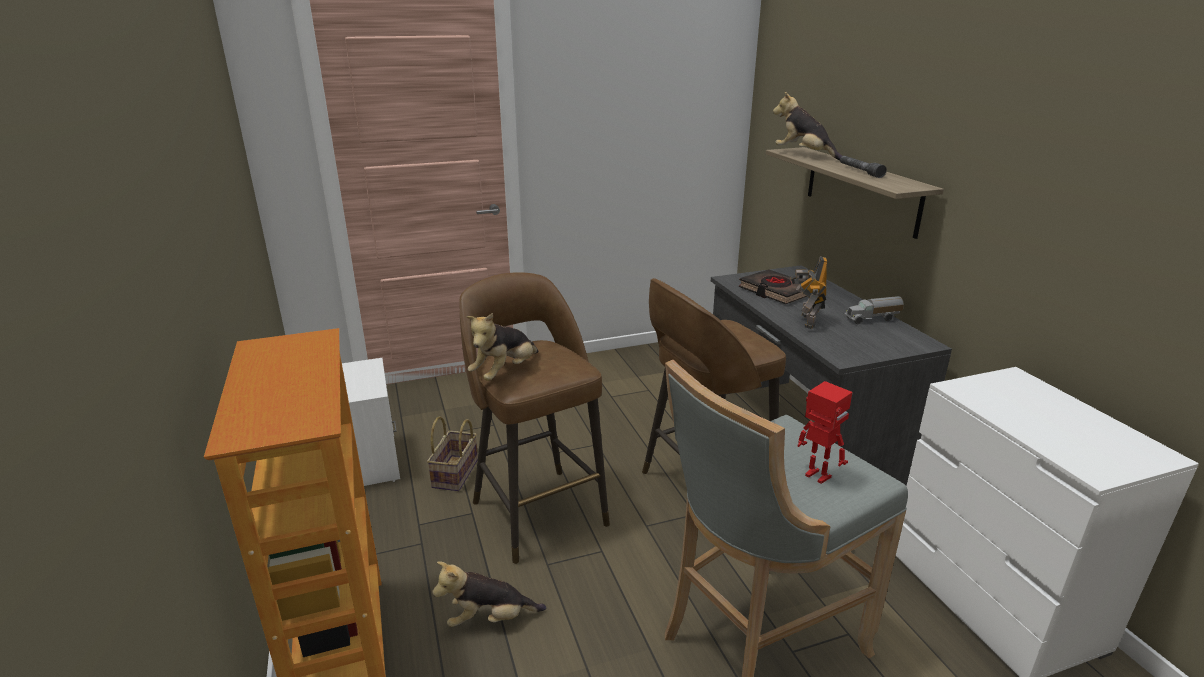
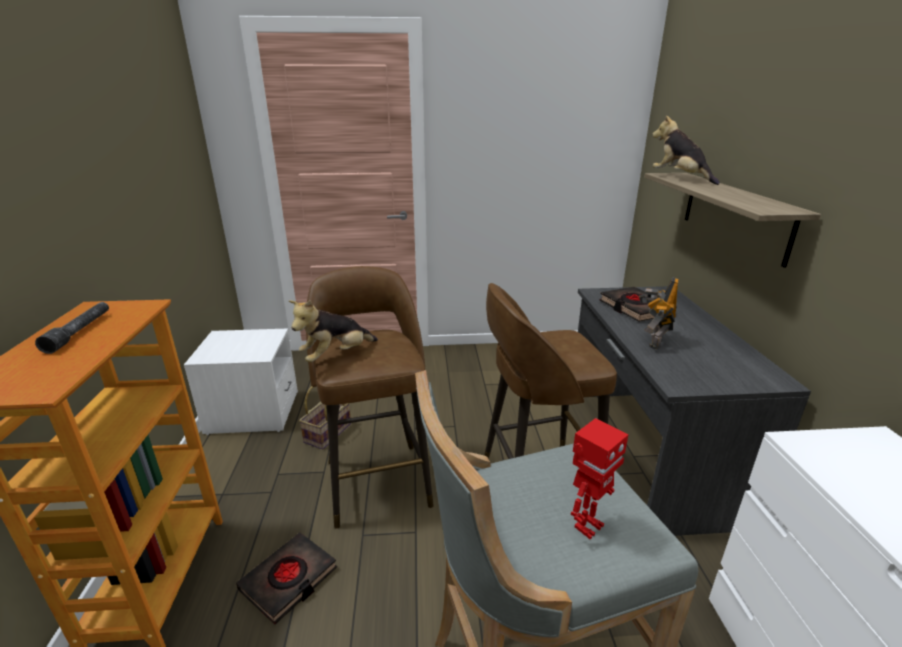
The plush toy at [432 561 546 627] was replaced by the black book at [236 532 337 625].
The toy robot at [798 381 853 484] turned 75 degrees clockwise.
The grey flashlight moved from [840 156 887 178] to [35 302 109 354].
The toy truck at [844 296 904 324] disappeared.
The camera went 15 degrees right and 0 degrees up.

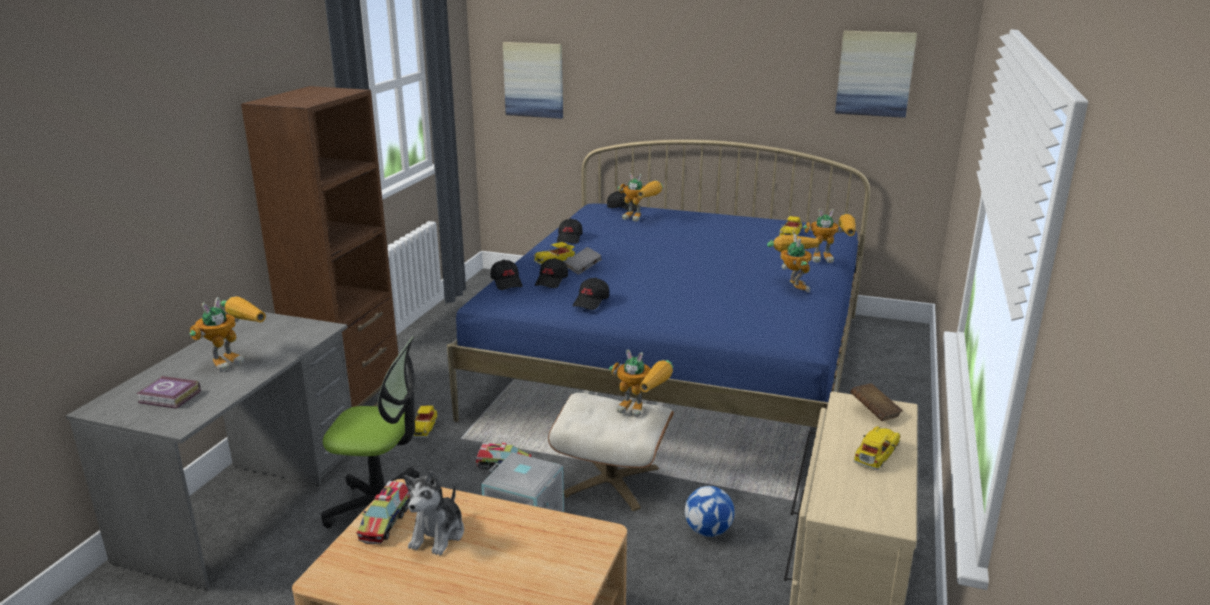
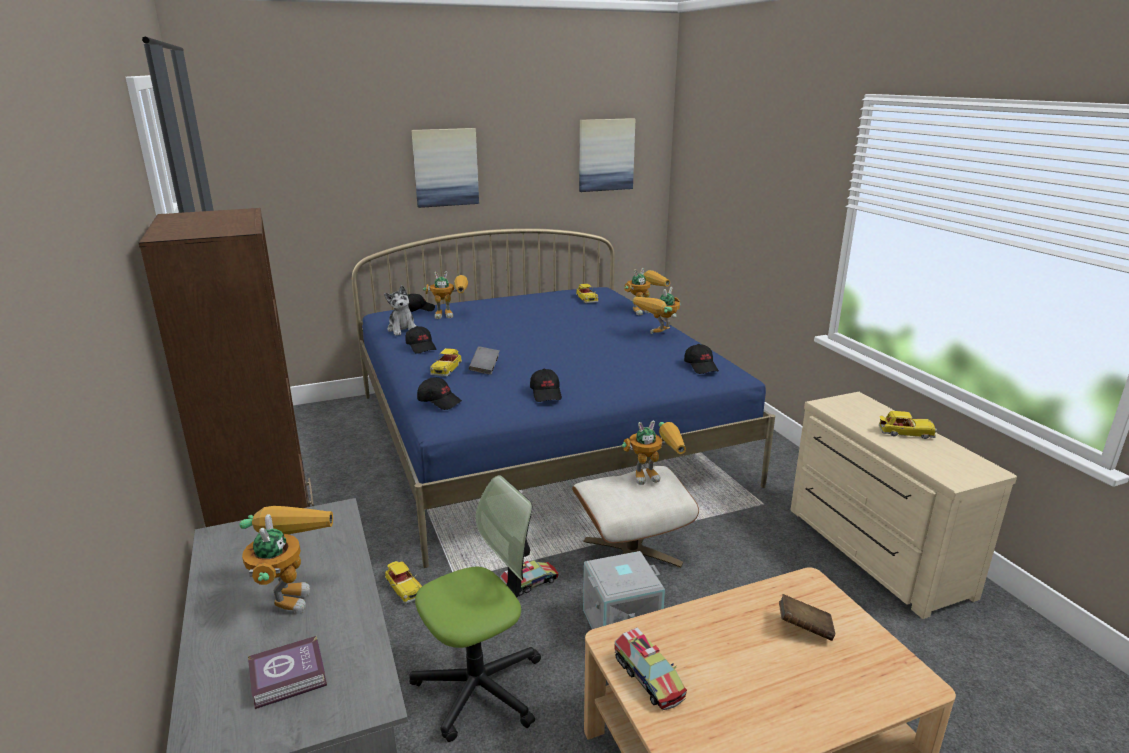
The plush toy moved from [404 471 464 555] to [384 285 416 336].
The picture moved from [503 42 563 119] to [411 128 479 208].
The black cap moved from [535 258 568 288] to [684 344 719 374].
The football at [685 486 735 537] disappeared.
The toy robot at [767 234 819 292] turned 90 degrees counterclockwise.
The brown book moved from [850 383 903 421] to [779 594 835 641].
The toy car at [853 426 900 470] turned 105 degrees clockwise.
The camera went 40 degrees left and 0 degrees up.

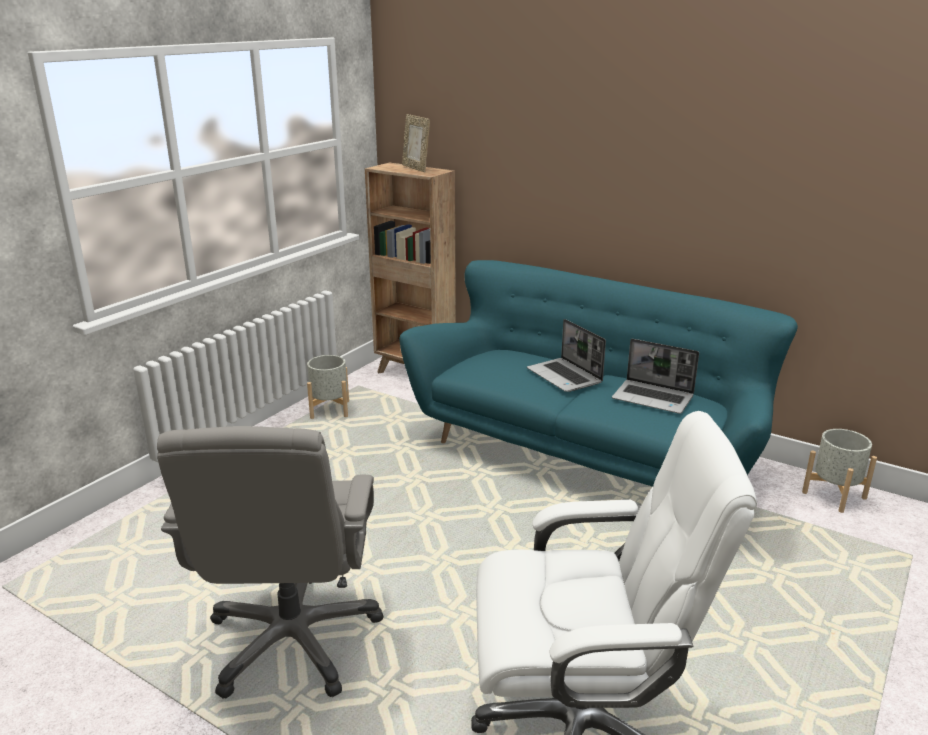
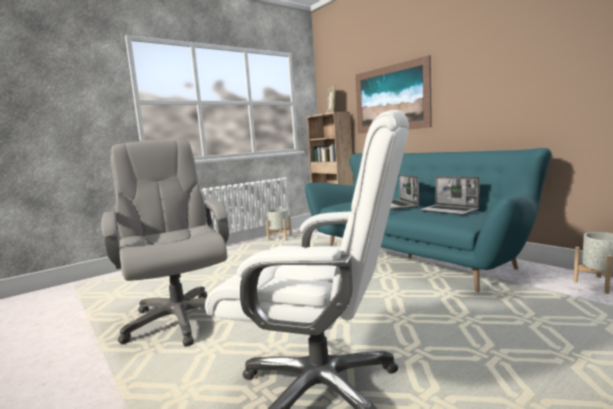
The grey office chair at [157 426 384 699] turned 135 degrees clockwise.
The picture at [355 55 432 134] appeared.
The camera went 20 degrees right and 15 degrees down.

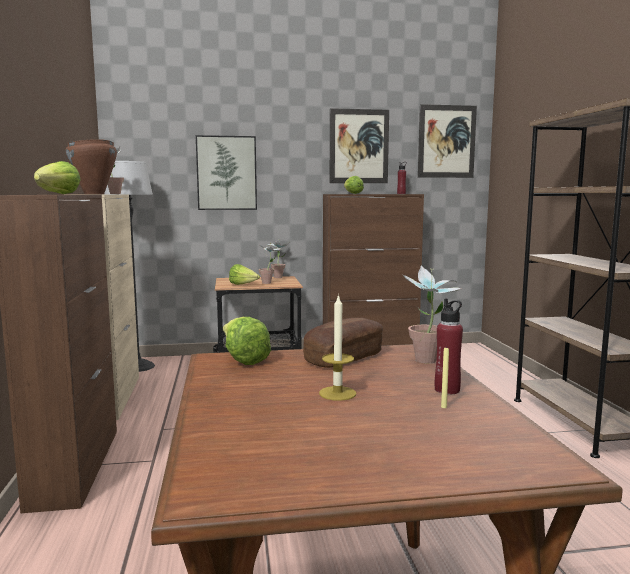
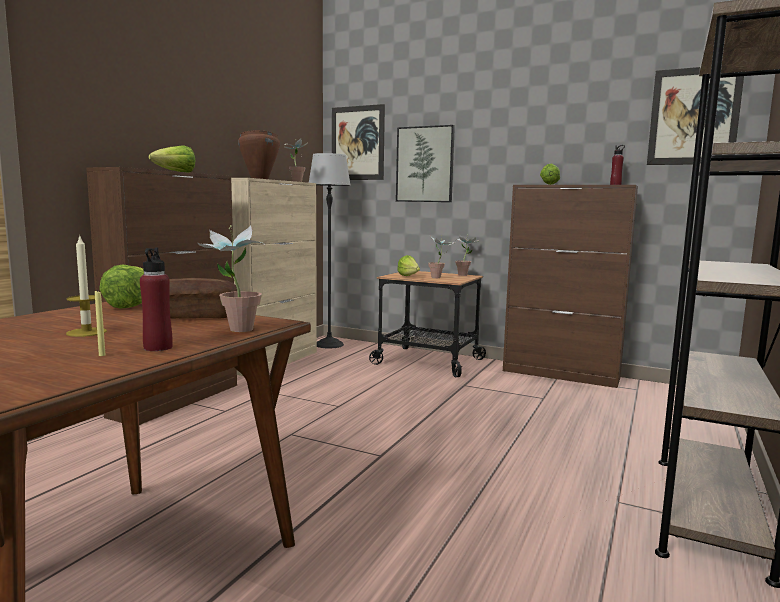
The picture moved from [330 108 389 183] to [332 104 385 180].
The camera went 35 degrees right and 0 degrees up.

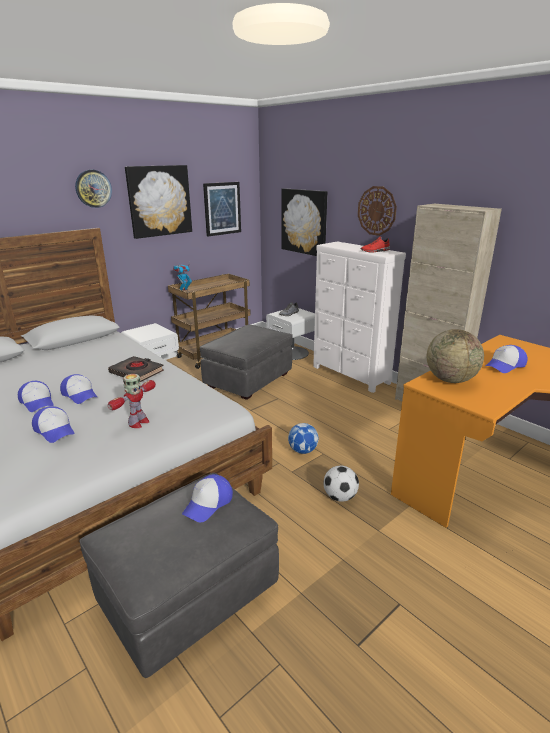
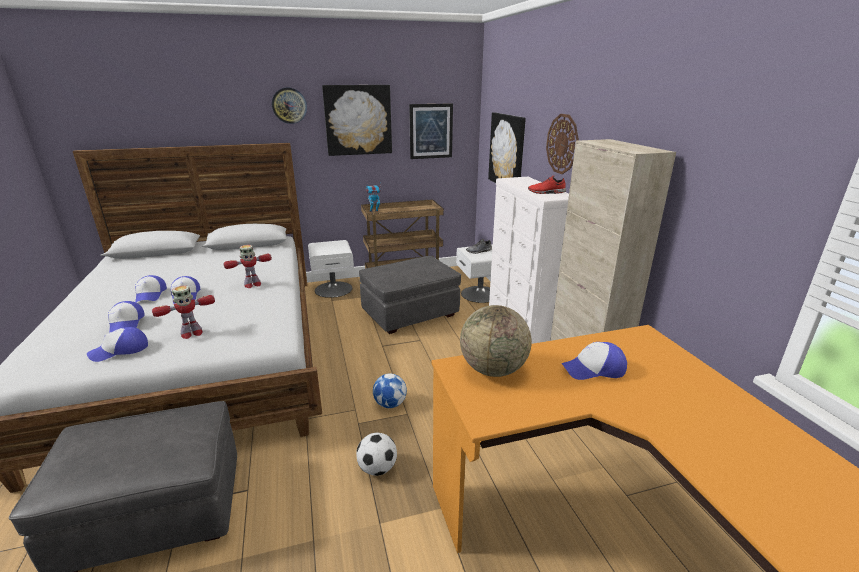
The black book at [108 356 164 382] was replaced by the toy robot at [223 245 272 288].
The cap moved from [182 474 233 522] to [87 327 148 362].
The camera went 25 degrees right and 0 degrees up.

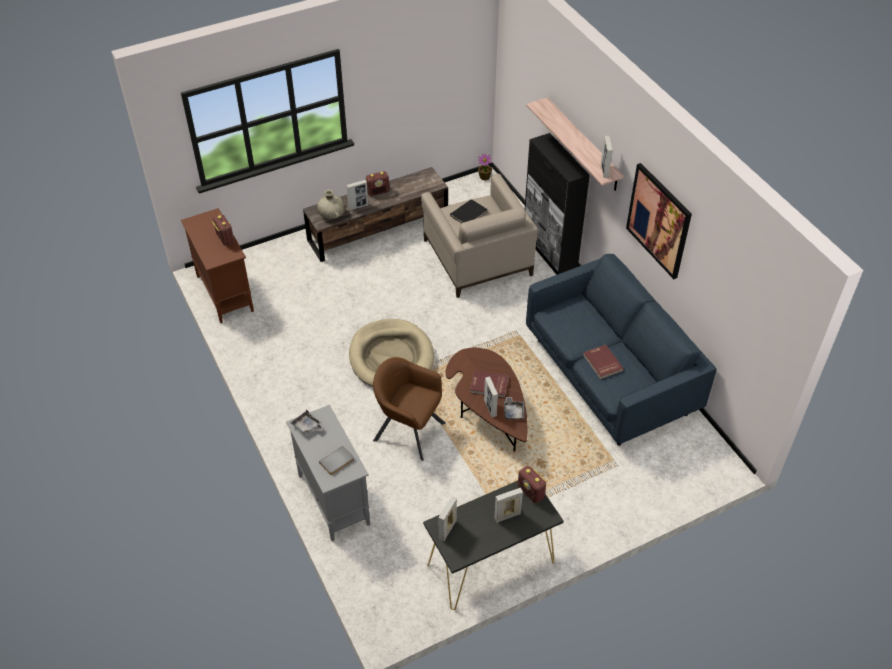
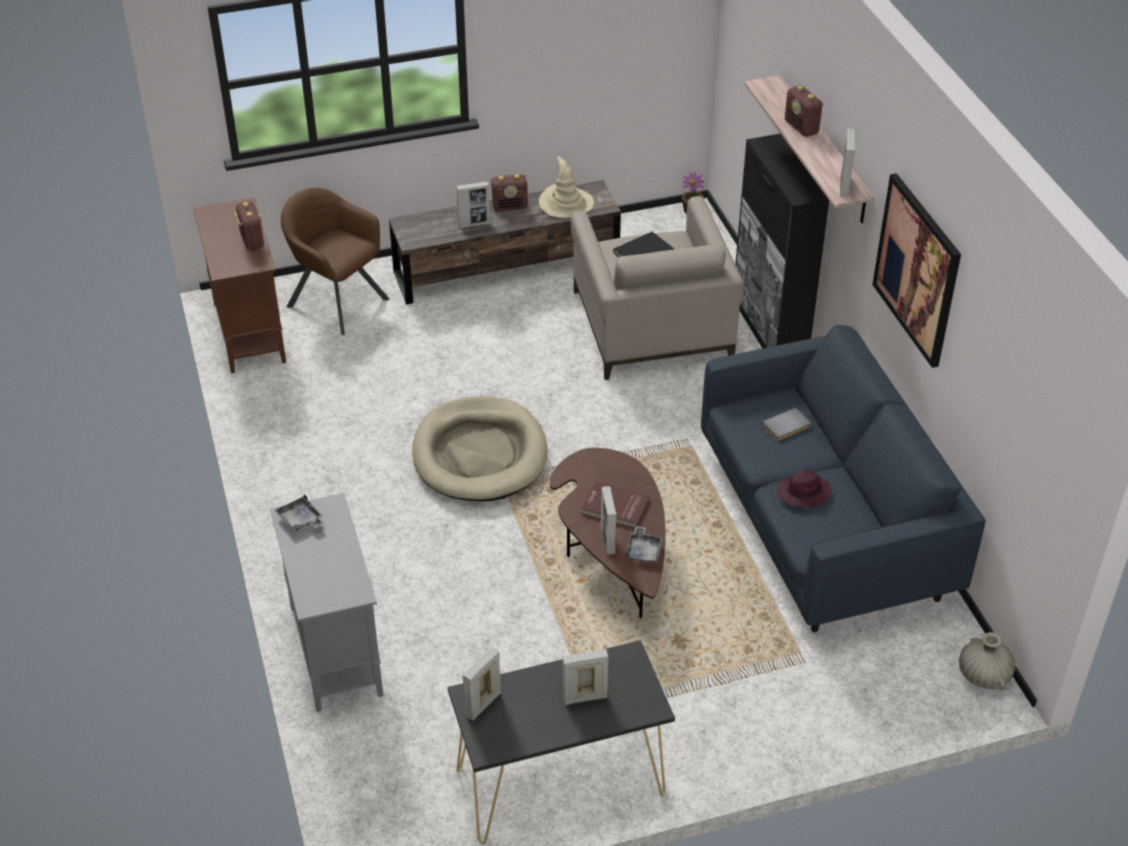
The beige vase moved from [317 189 345 219] to [959 632 1016 690].
The grey book moved from [319 446 354 475] to [762 408 811 441].
The brown armchair moved from [373 357 446 461] to [281 188 390 335].
The radio moved from [518 466 547 504] to [785 85 824 137].
The red book at [583 345 624 379] was replaced by the purple hat at [777 469 832 507].
The beige hat at [539 156 594 218] appeared.
The camera went 10 degrees right and 5 degrees down.

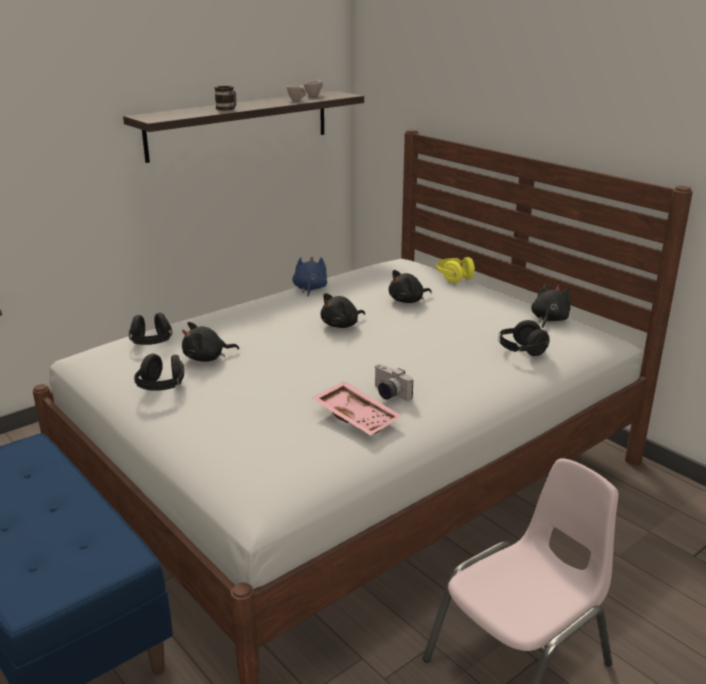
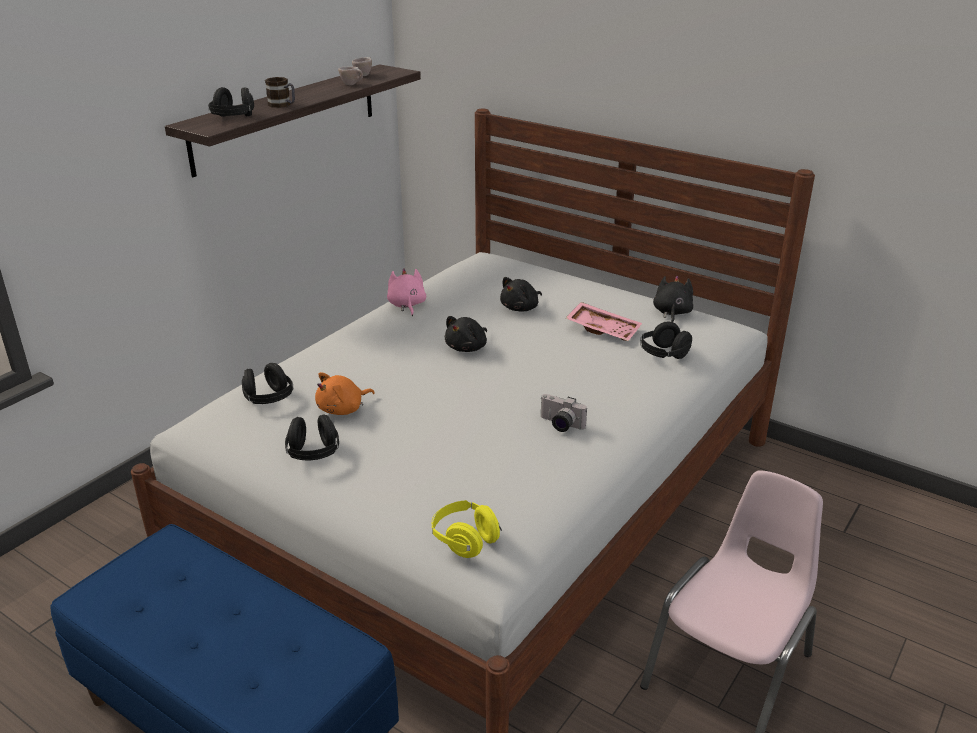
The black plush toy at [182 322 239 362] became the orange plush toy at [315 372 375 415].
The blue plush toy at [292 257 327 297] became the pink plush toy at [387 268 426 316].
The pink tray moved from [313 381 402 436] to [566 302 642 341].
The yellow headphones moved from [436 257 476 283] to [432 500 502 558].
The black headphones at [208 87 254 117] appeared.
The camera went 15 degrees left and 5 degrees up.

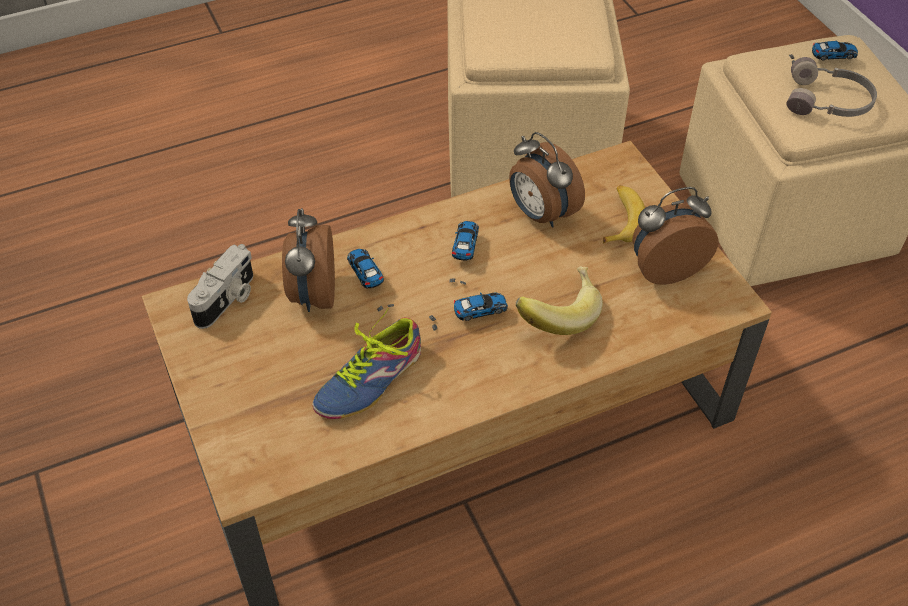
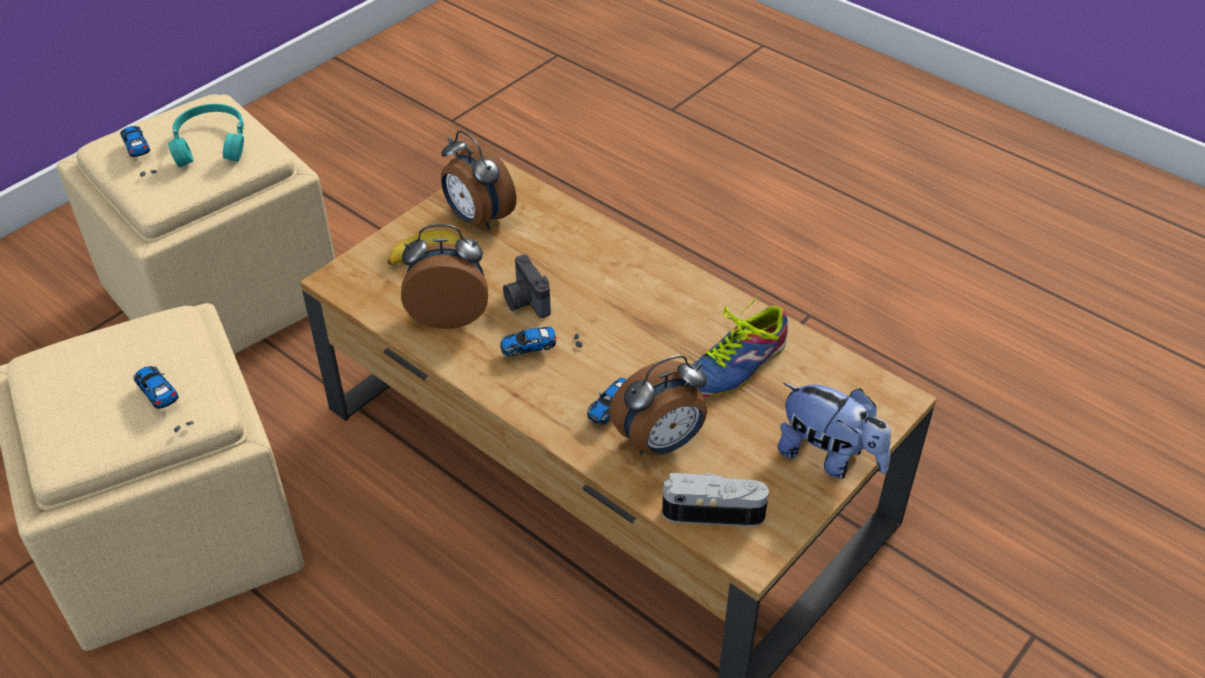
The shoe at [312 308 421 419] turned 120 degrees clockwise.
The toy car moved from [429 292 508 331] to [133 366 194 433].
The alarm clock at [509 132 585 227] turned 120 degrees counterclockwise.
The banana at [516 267 603 335] disappeared.
The grey headphones at [787 57 877 117] became the turquoise headphones at [168 104 244 167].
The photo camera at [503 254 551 318] appeared.
The plush toy at [778 383 891 479] appeared.
The camera went 115 degrees left and 5 degrees down.

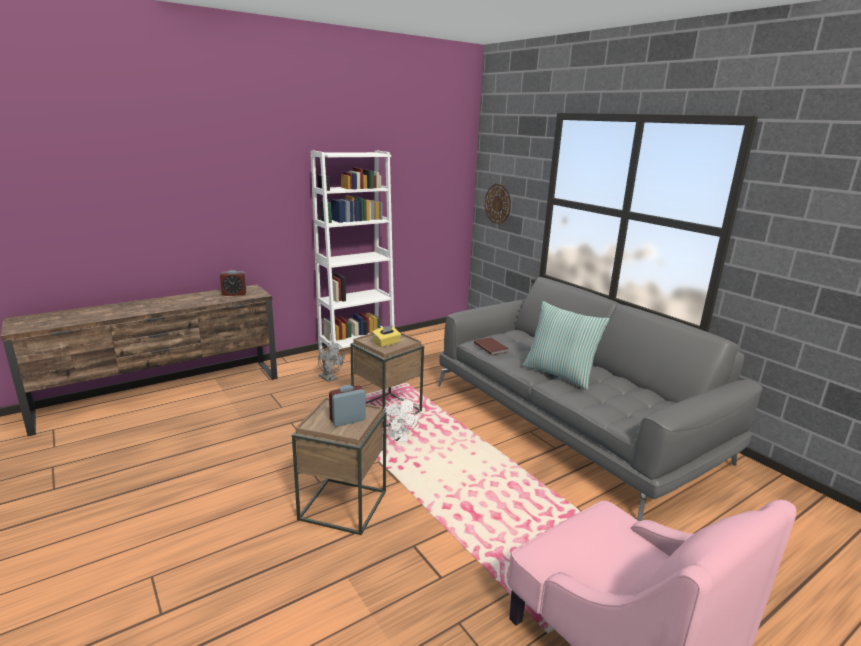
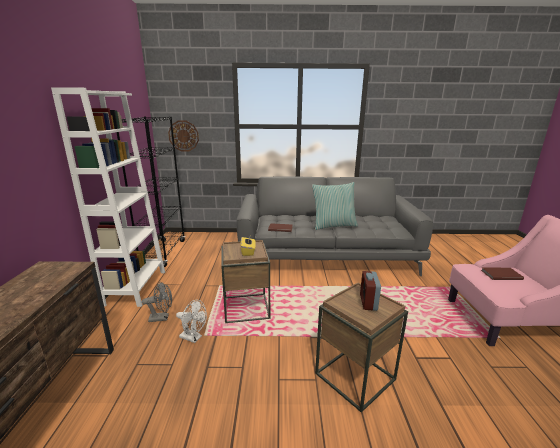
The alarm clock at [220 270 246 296] disappeared.
The white fan moved from [383 397 421 442] to [176 300 207 343].
The black bookcase at [116 116 185 267] appeared.
The brown book at [481 267 524 280] appeared.
The camera went 55 degrees left and 0 degrees up.

